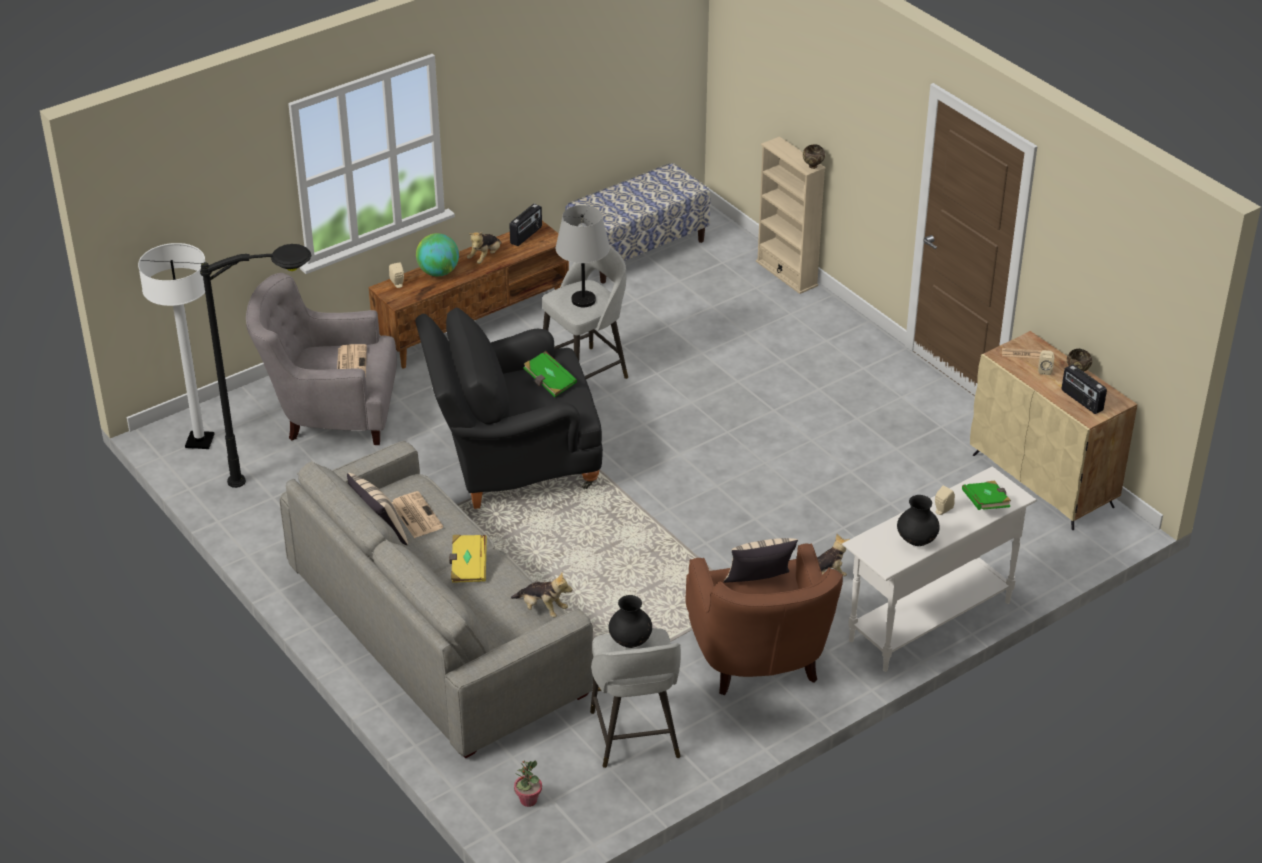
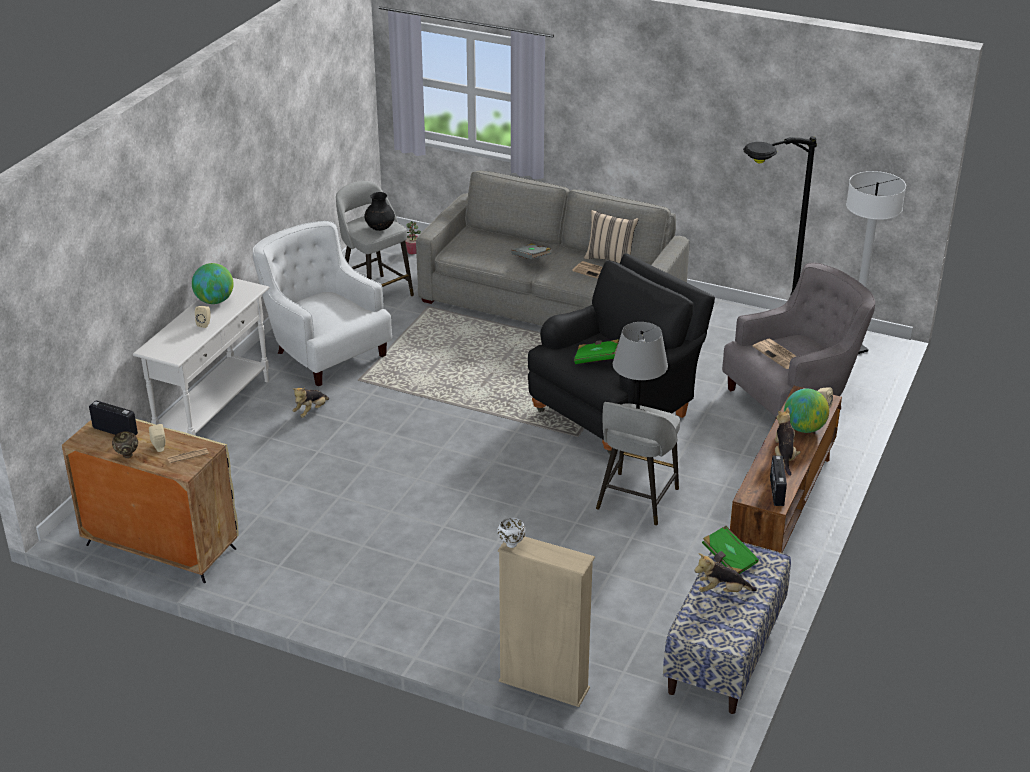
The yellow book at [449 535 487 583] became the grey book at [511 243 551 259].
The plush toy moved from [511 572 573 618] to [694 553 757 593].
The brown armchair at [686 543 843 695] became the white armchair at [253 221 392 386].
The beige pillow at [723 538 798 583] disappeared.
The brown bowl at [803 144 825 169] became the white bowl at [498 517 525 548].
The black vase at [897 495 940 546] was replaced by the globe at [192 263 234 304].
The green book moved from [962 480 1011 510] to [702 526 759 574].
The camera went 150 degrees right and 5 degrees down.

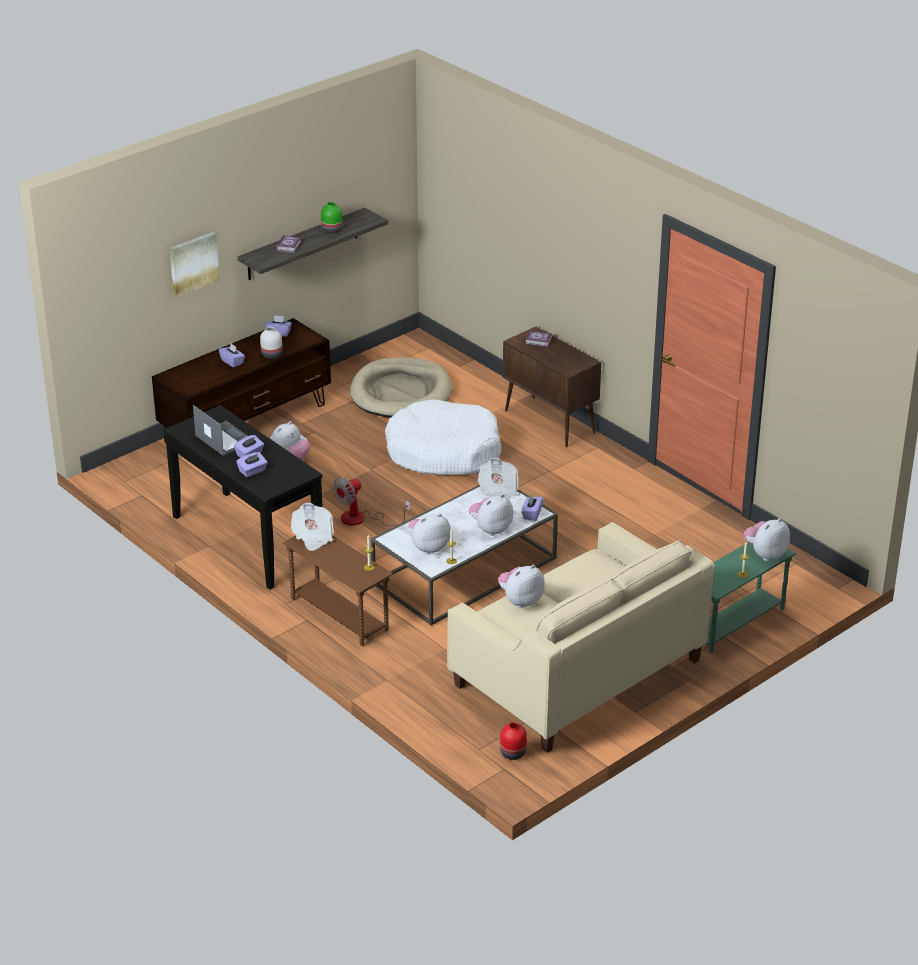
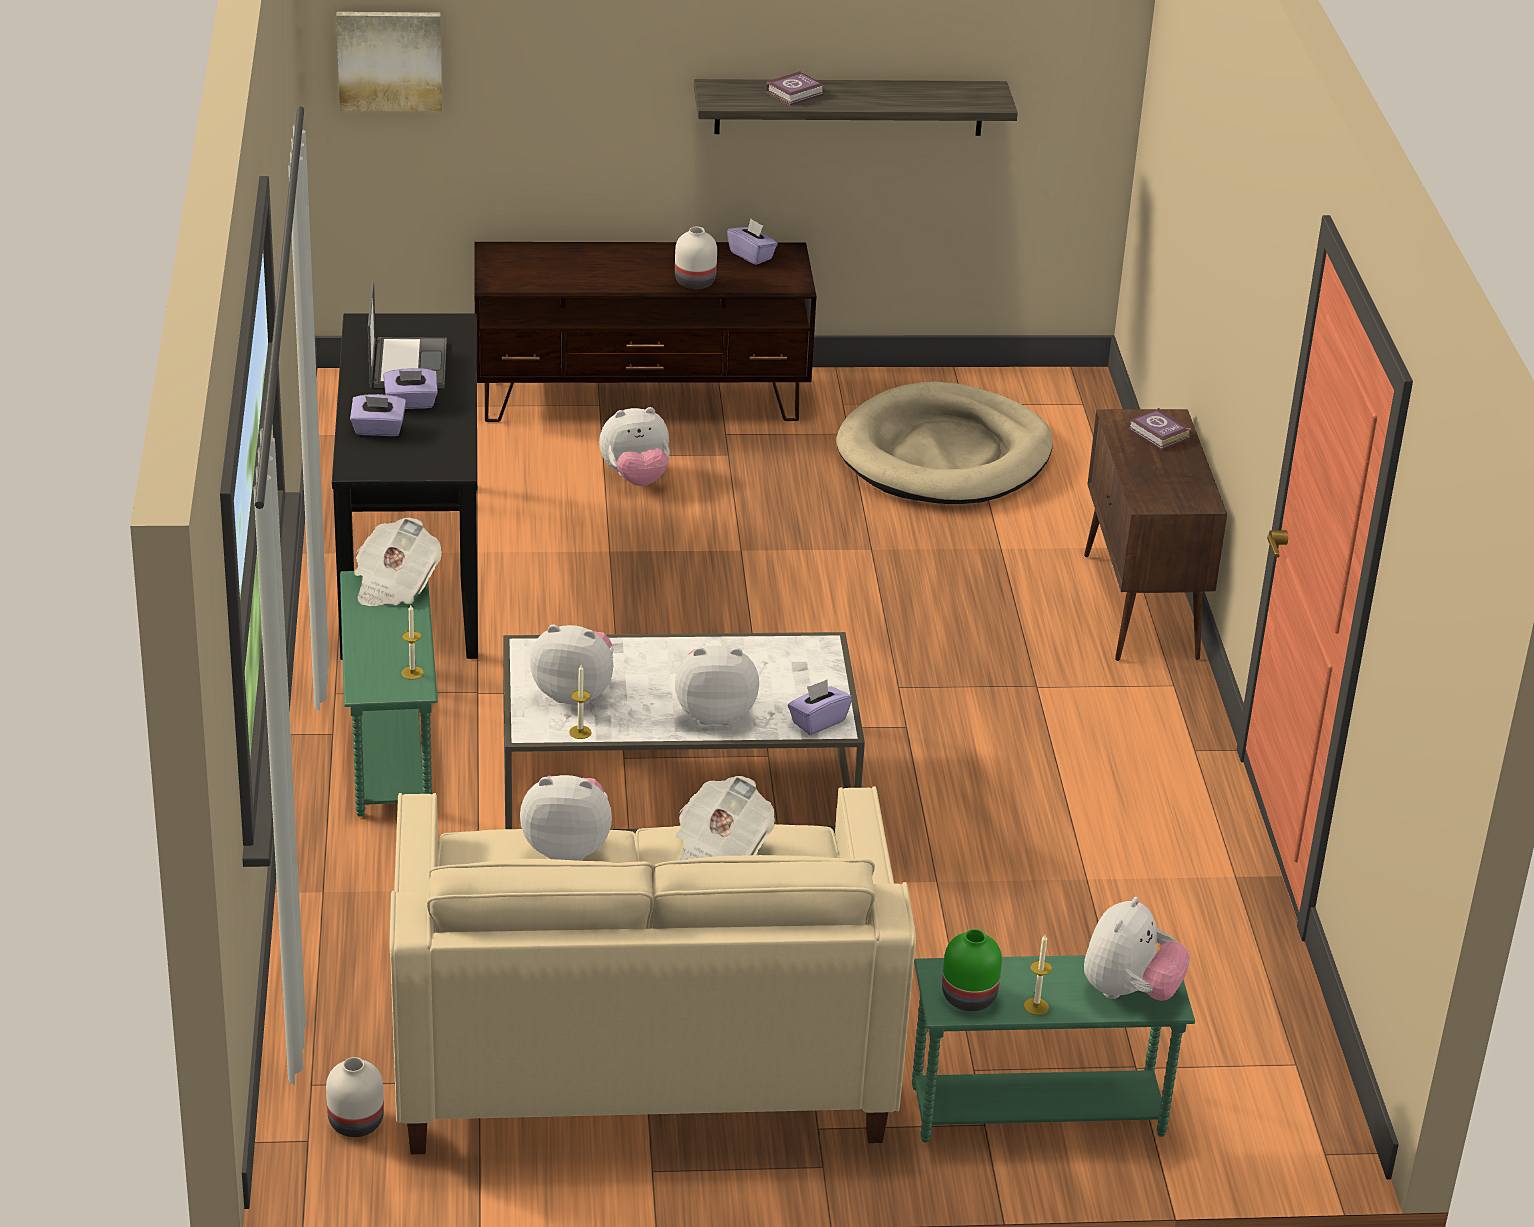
The picture moved from [169 232 220 297] to [336 12 442 111].
The purple tissue box at [219 344 245 368] disappeared.
The brown side table at [283 535 393 646] became the green side table at [340 571 438 817].
The green vase moved from [321 202 343 234] to [942 929 1002 1011].
The fan at [333 477 410 526] disappeared.
The white dog bed at [385 400 501 475] disappeared.
The newspaper moved from [478 458 518 499] to [676 776 775 860].
The red vase at [500 722 527 760] became the white vase at [326 1057 384 1137].
The plush toy at [744 518 790 561] turned 120 degrees clockwise.
The camera went 35 degrees right and 0 degrees up.

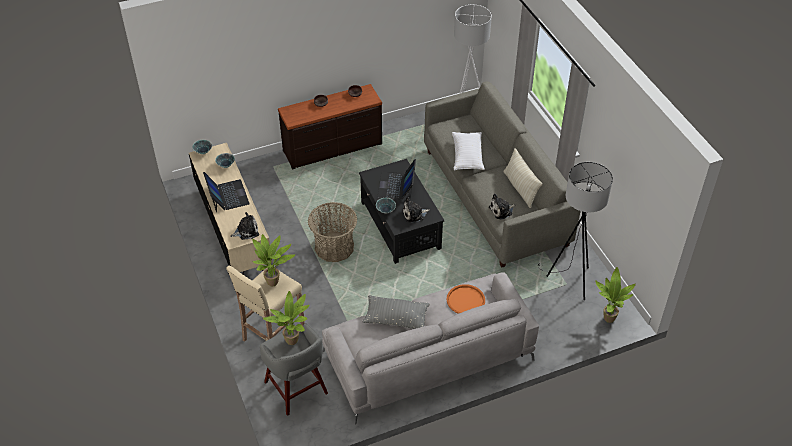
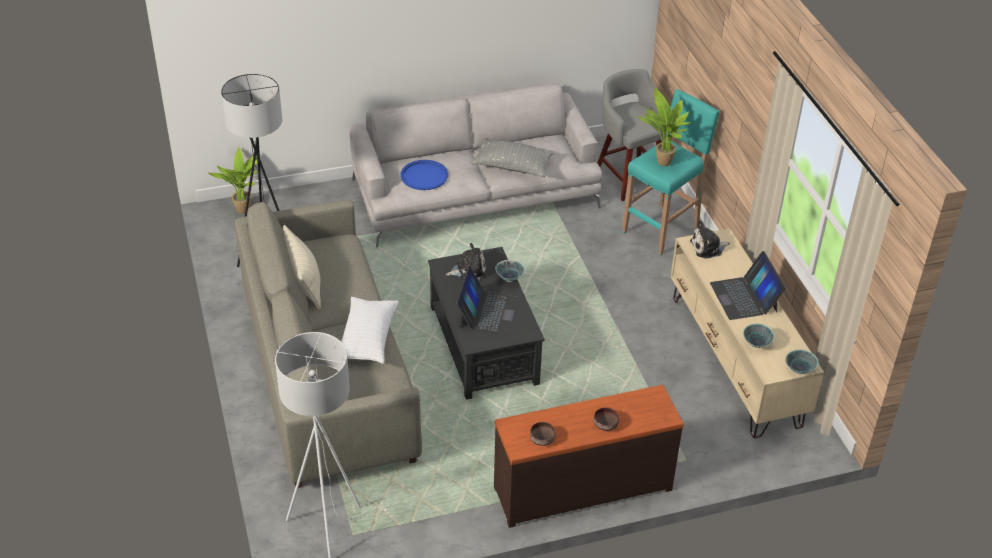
The beige stool at [226 266 305 342] became the turquoise stool at [622 89 720 256].
The potted plant at [263 291 309 345] disappeared.
The basket at [308 202 358 262] disappeared.
The orange tray at [447 284 485 314] became the blue tray at [400 160 448 190].
The plush toy at [489 194 515 220] disappeared.
The camera went 175 degrees left and 5 degrees down.

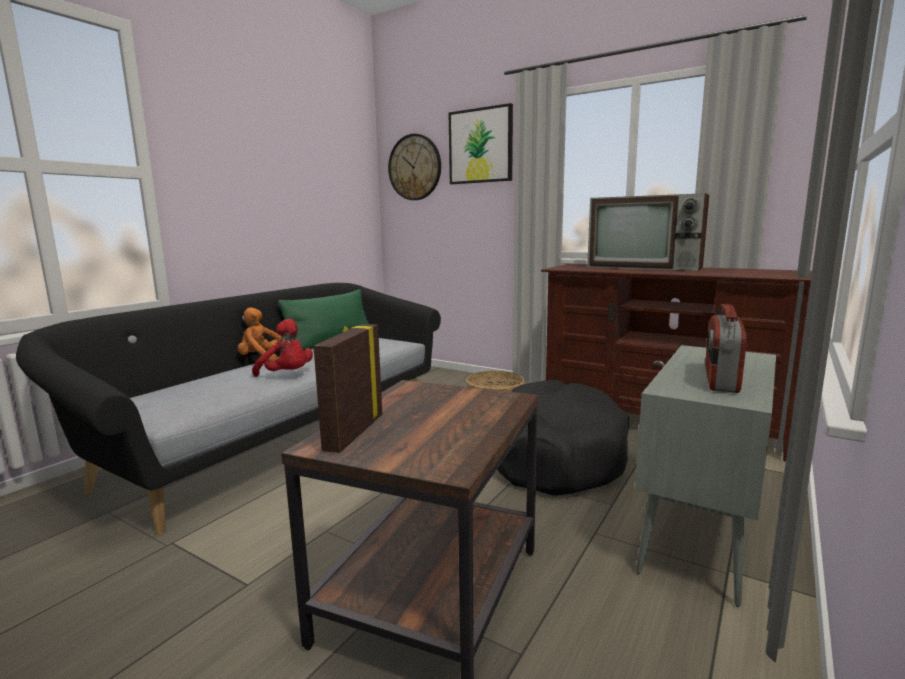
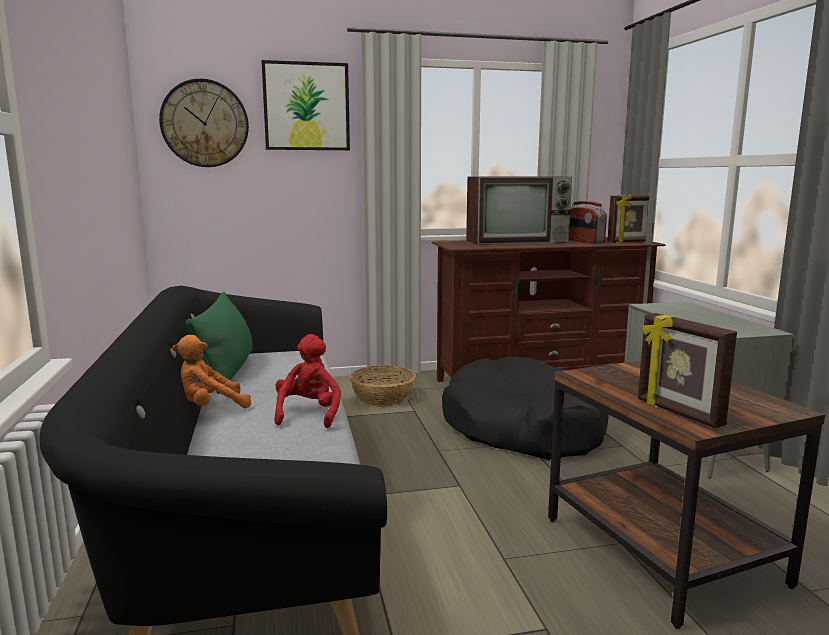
The red plush toy at [252 319 313 377] turned 75 degrees counterclockwise.
The radio moved from [705 304 747 393] to [569 201 607 244].
The picture frame at [607 194 649 243] appeared.
The camera went 45 degrees left and 0 degrees up.

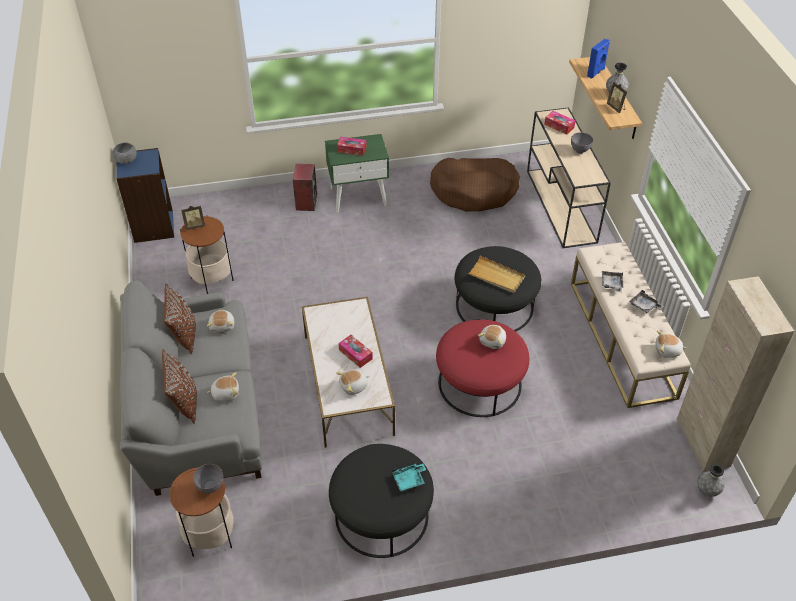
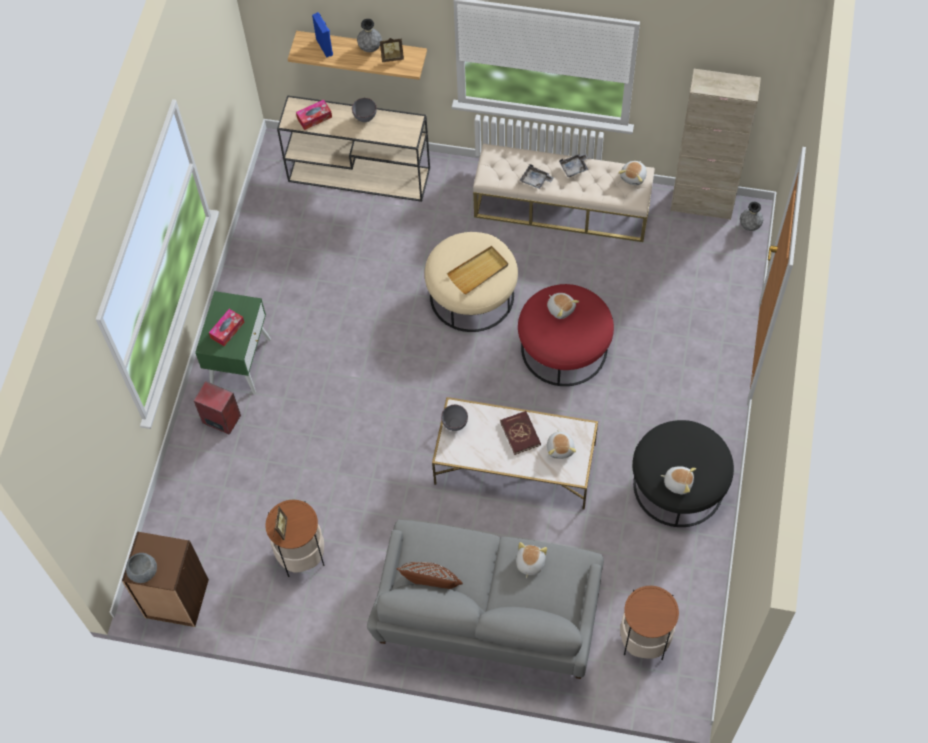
The blue bookcase at [116 148 174 243] became the brown bookcase at [122 531 209 627].
The brown pillow at [162 349 197 423] disappeared.
The grey bowl moved from [193 464 223 493] to [441 405 468 431].
The plush toy moved from [207 310 234 333] to [661 466 696 494].
The tissue box at [339 335 373 368] was replaced by the red book at [500 411 541 455].
The turquoise tray at [392 464 426 491] disappeared.
The brown dog bed at [430 158 520 212] disappeared.
The black ottoman at [455 246 541 332] became the beige ottoman at [424 232 518 332].
The camera went 65 degrees left and 15 degrees up.

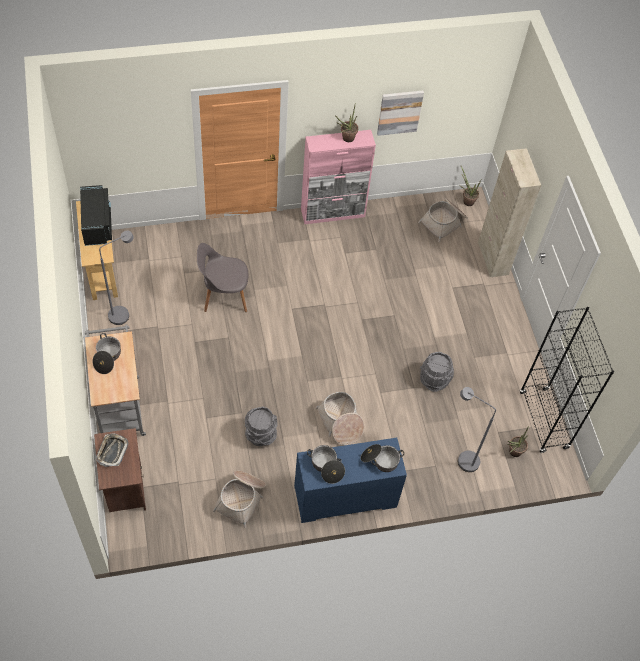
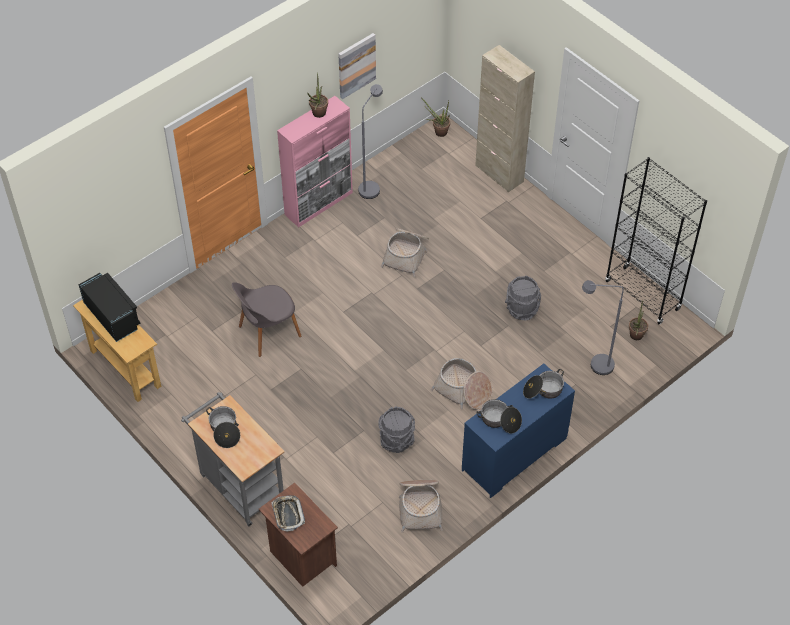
The grey floor lamp moved from [99 231 133 325] to [358 84 383 199].
The basket moved from [418 198 468 242] to [381 228 429 277].
The camera went 25 degrees left and 5 degrees down.

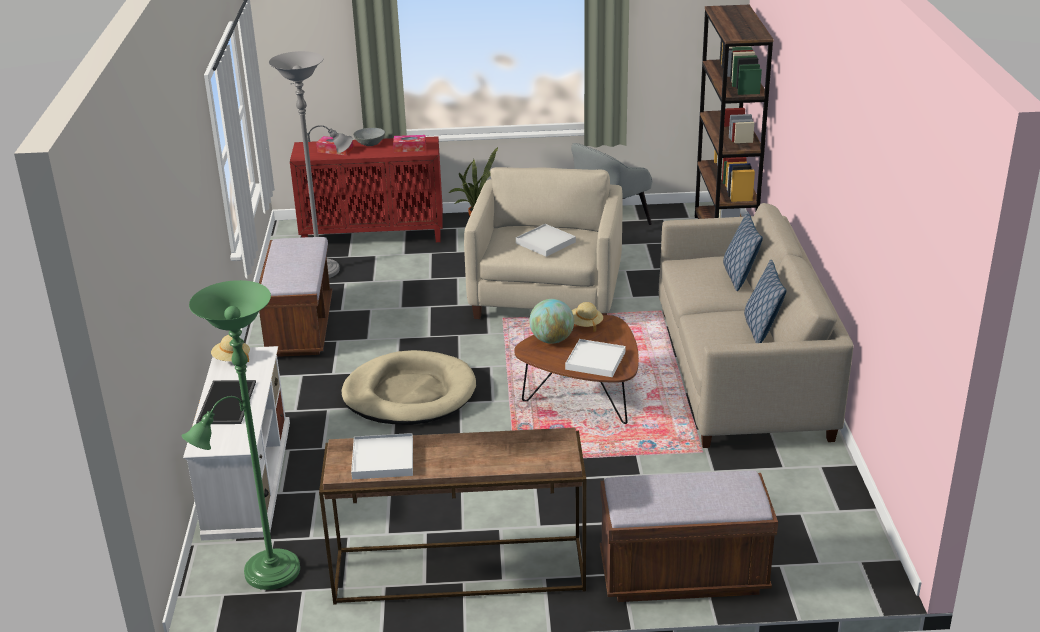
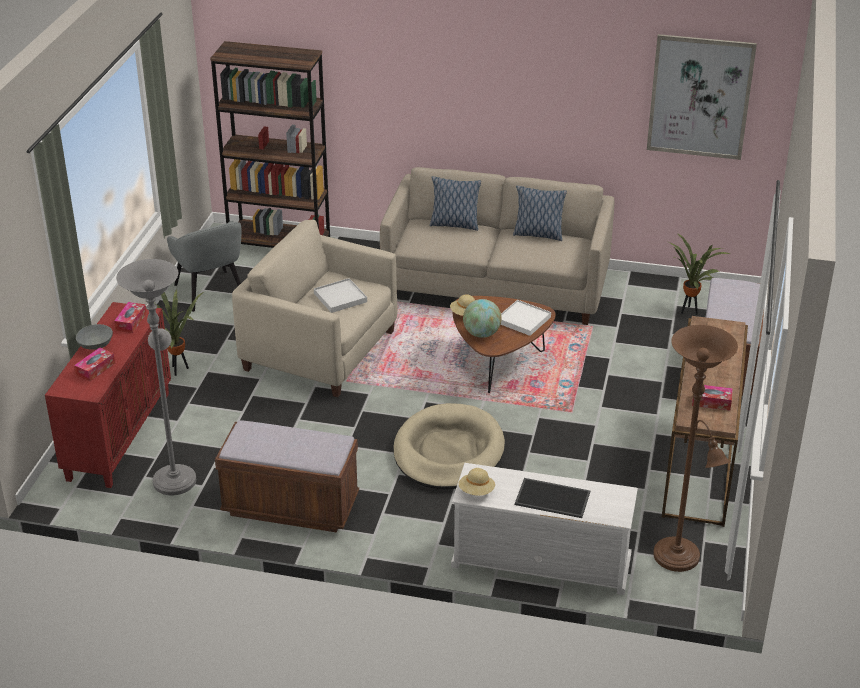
The green floor lamp at [181 280 300 590] became the brown floor lamp at [653 325 738 572].
The white tray at [351 433 413 479] was replaced by the tissue box at [692 385 733 410].
The picture at [647 34 757 160] appeared.
The potted plant at [668 233 731 315] appeared.
The camera went 75 degrees left and 5 degrees up.

